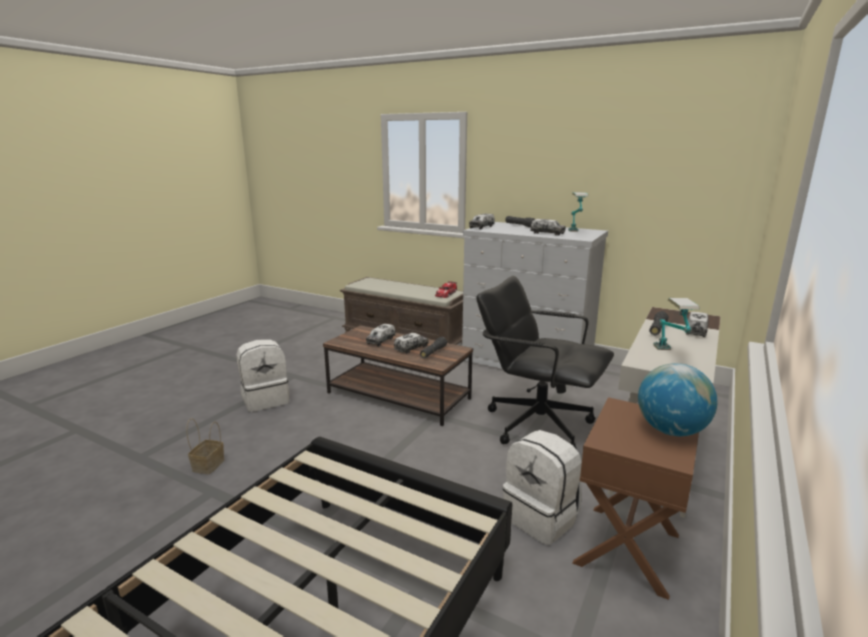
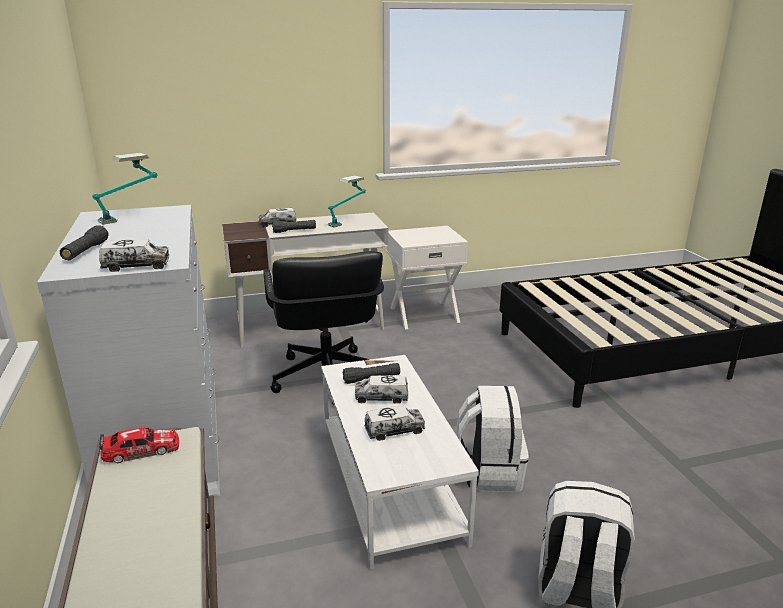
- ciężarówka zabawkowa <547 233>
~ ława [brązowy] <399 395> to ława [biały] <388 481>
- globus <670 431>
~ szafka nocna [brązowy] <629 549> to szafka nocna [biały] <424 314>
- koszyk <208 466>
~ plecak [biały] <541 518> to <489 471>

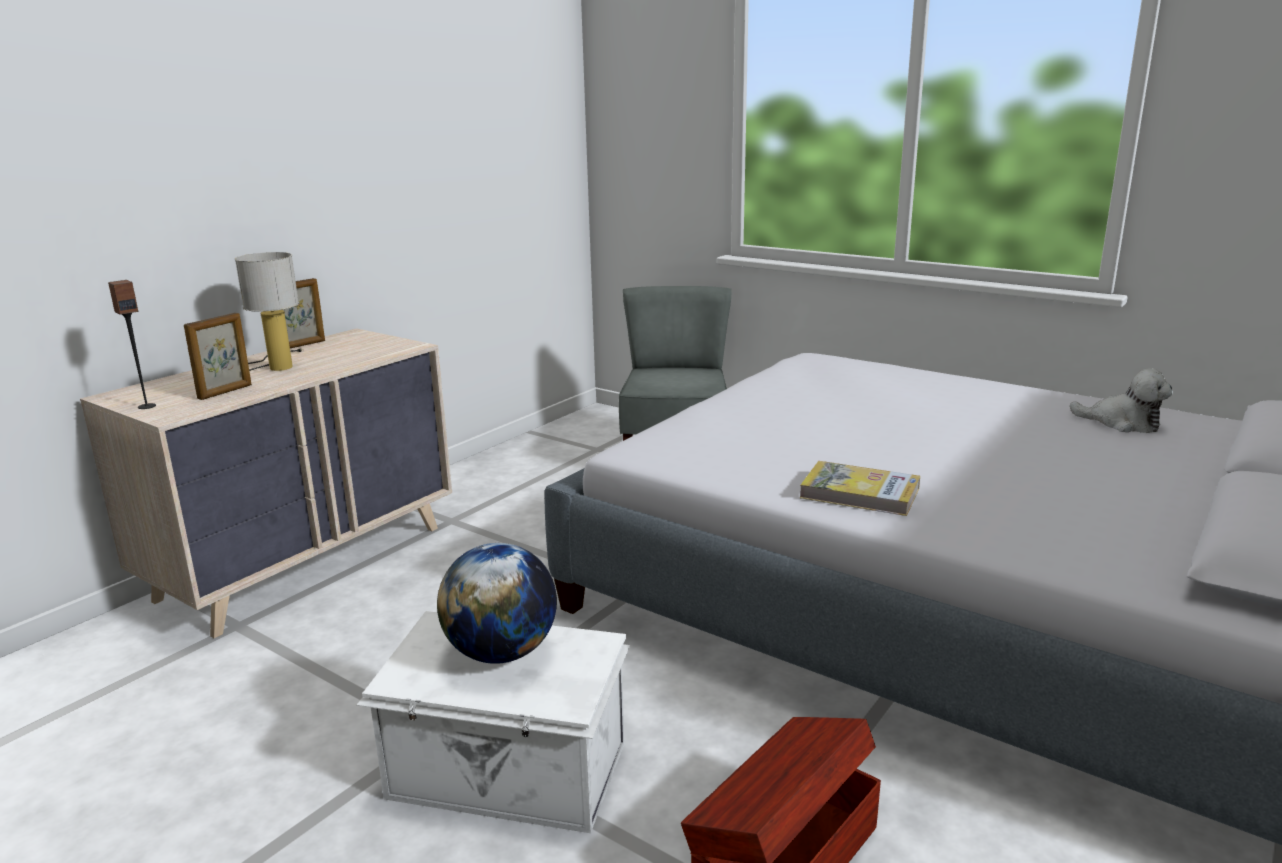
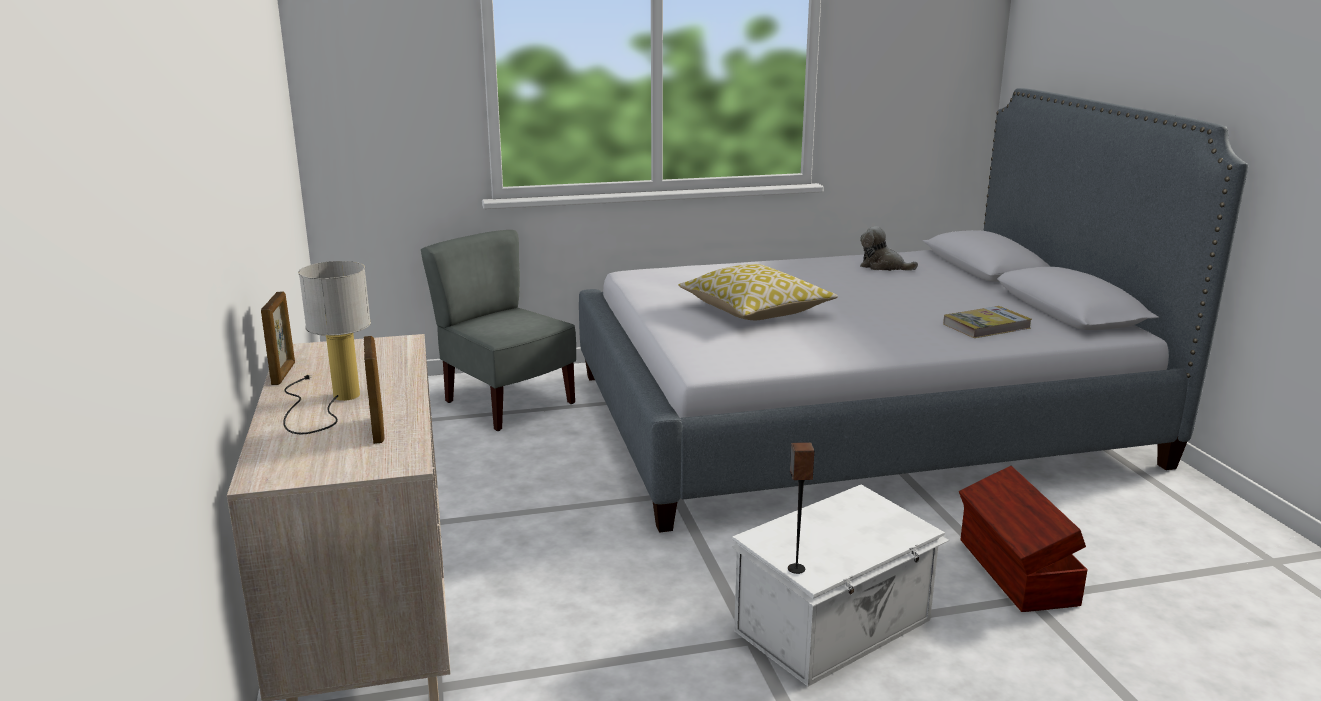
~ głośnik <146 406> to <796 568>
~ pluszak <1122 423> = <883 266> 135 degrees counterclockwise
~ książka <860 493> to <986 326>
- globus <501 653>
+ poduszka <756 311>

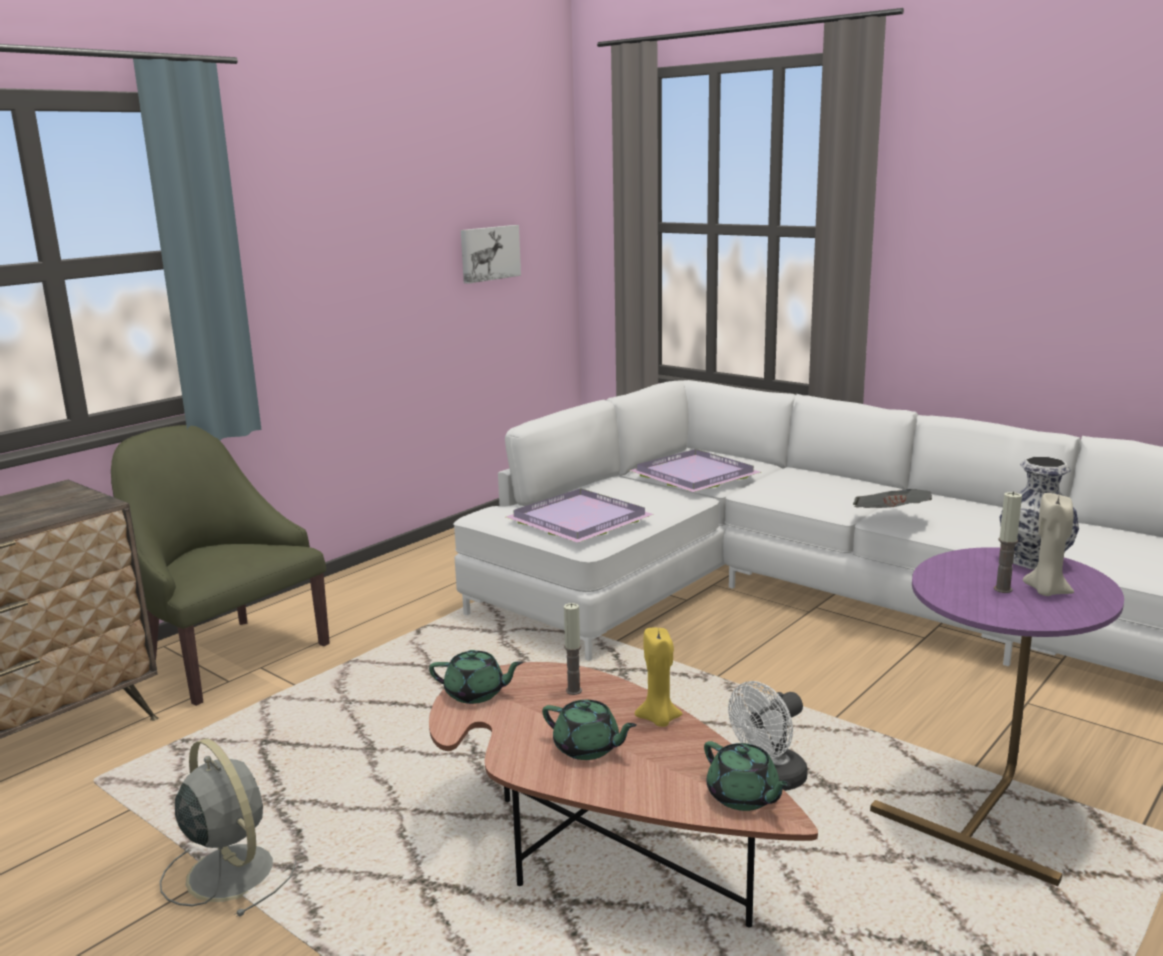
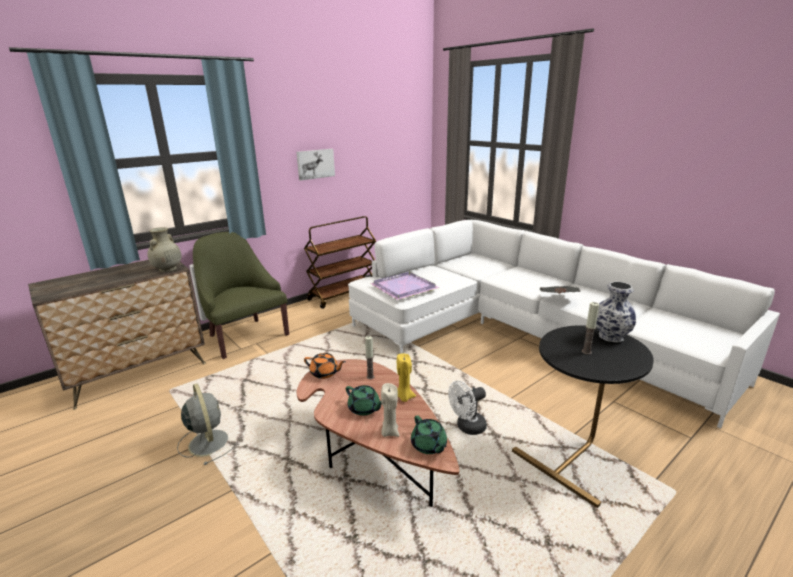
~ obraz <489 253> to <315 164>
- taca [fioletowy] <691 475>
~ świeca [beżowy] <1046 591> to <389 432>
~ stolik [fioletowy] <989 807> to stolik [czarny] <575 457>
~ imbryk [zielony] <476 694> to imbryk [pomarańczowy] <325 373>
+ wózek [brązowy] <343 295>
+ wazon [beżowy] <167 269>

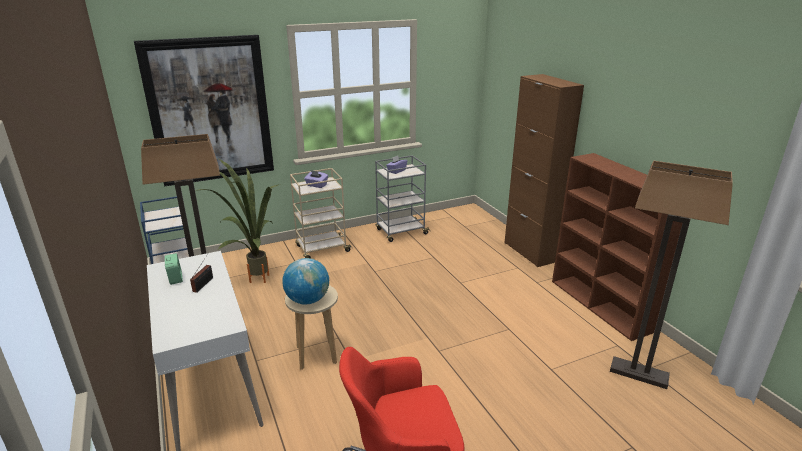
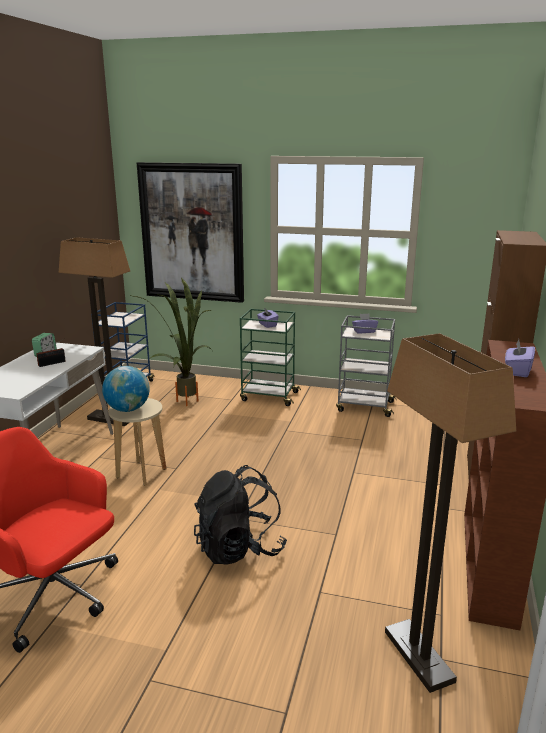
~ wózek [beżowy] <322 249> to wózek [zielony] <268 396>
+ pudełko chusteczek [fioletowy] <517 371>
+ plecak [czarny] <239 548>

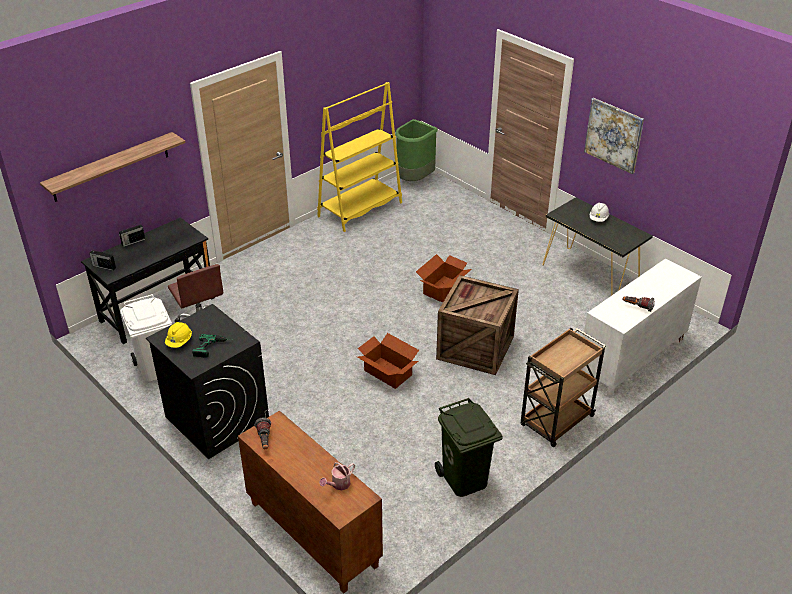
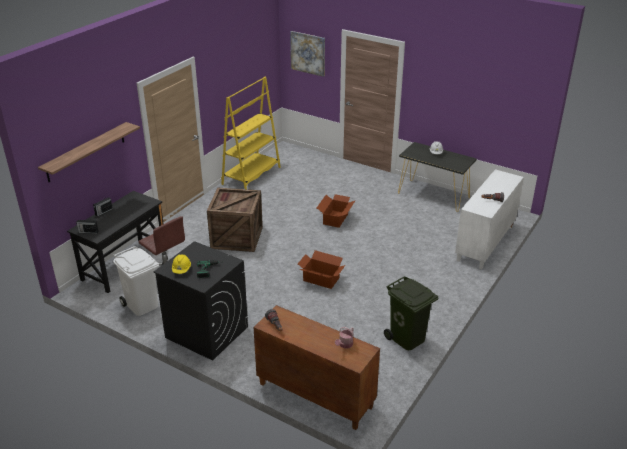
~ obraz <614 135> to <308 53>
- kosz na śmieci [zielony] <414 179>
~ skrzynka <474 347> to <236 237>
- wózek [brązowy] <556 422>

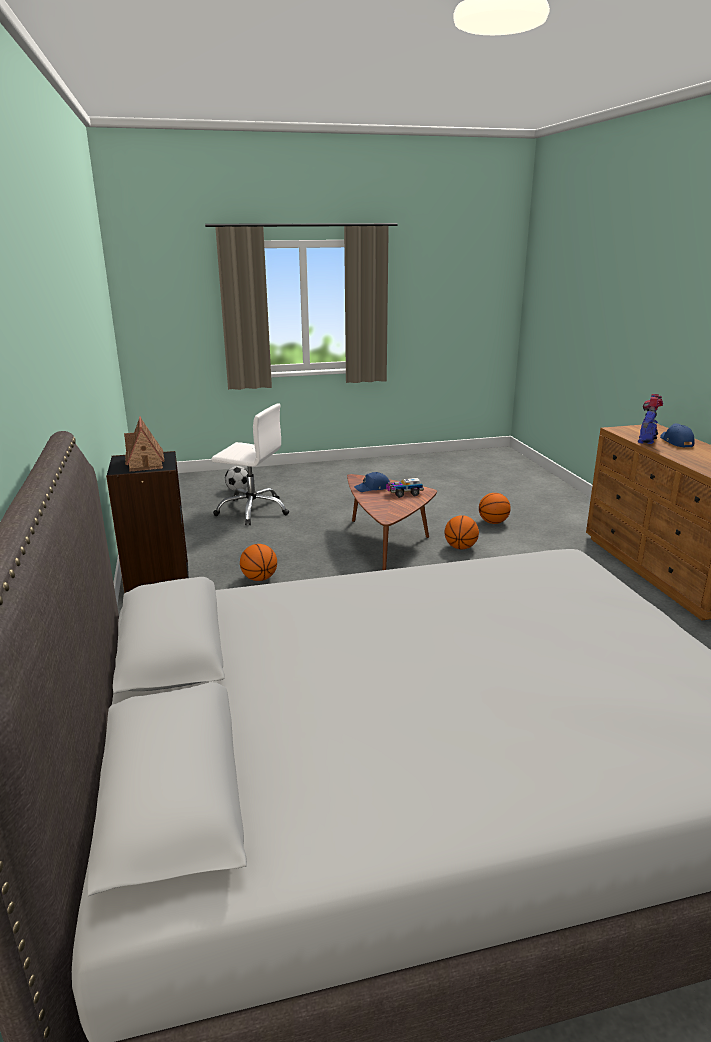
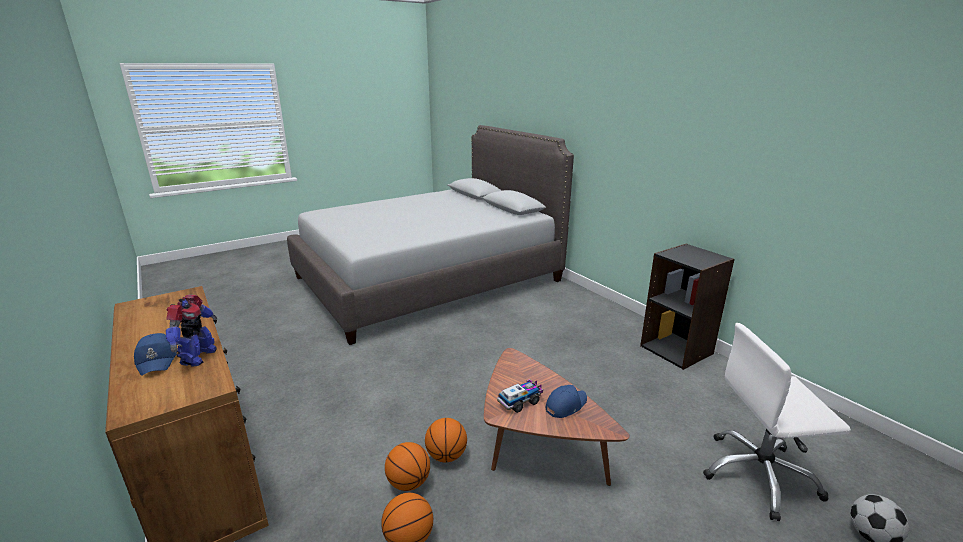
- domek <145 462>
~ piłka do koszykówki <259 578> to <408 483>

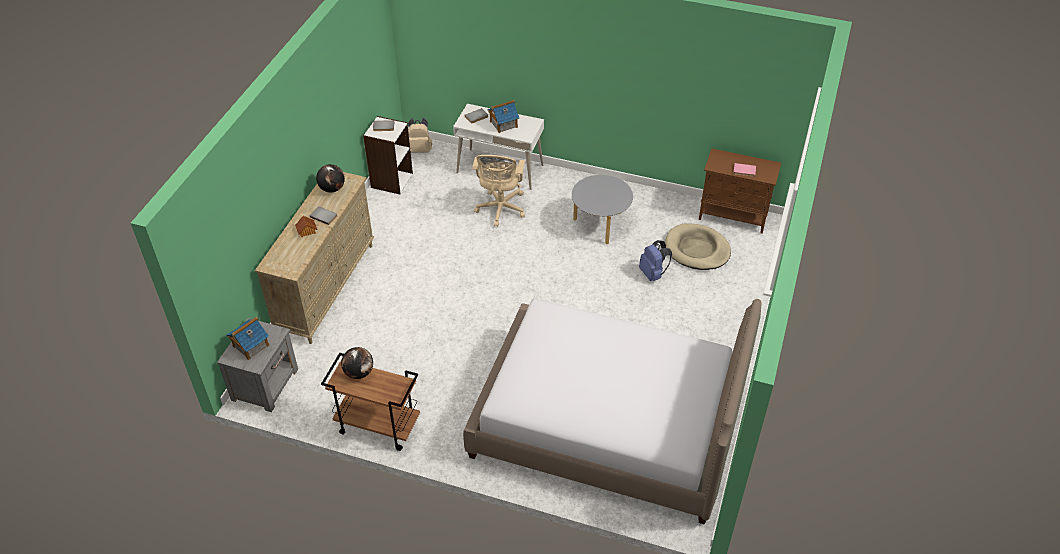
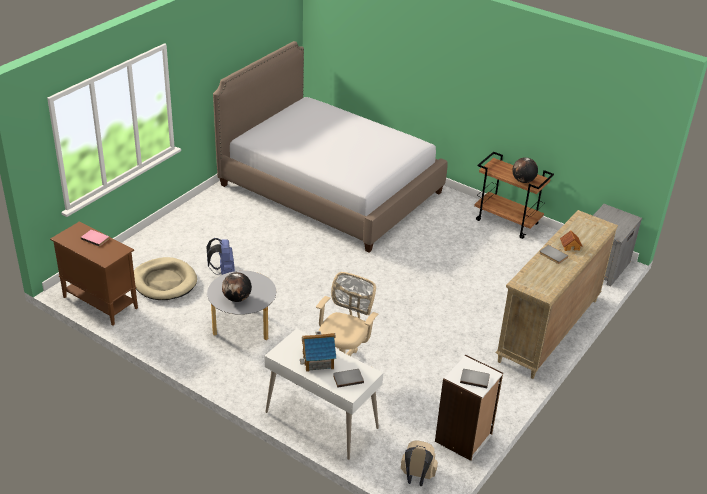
~ globus <332 189> to <237 298>
- domek <250 345>

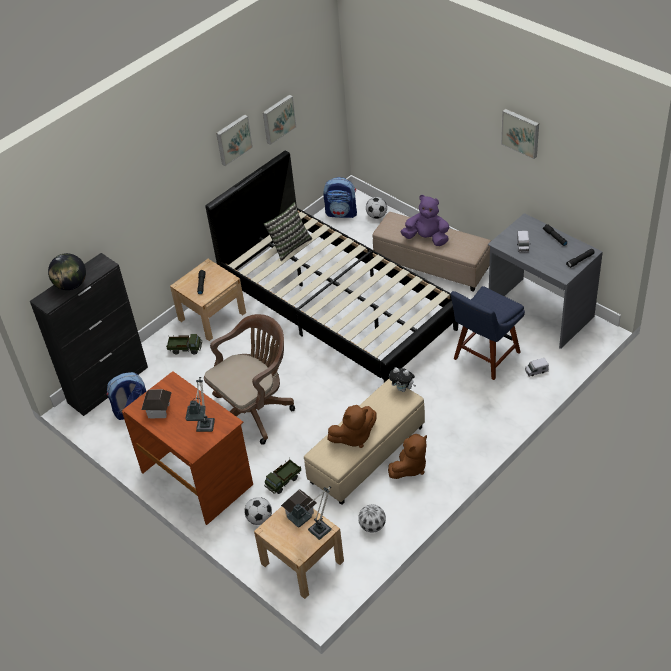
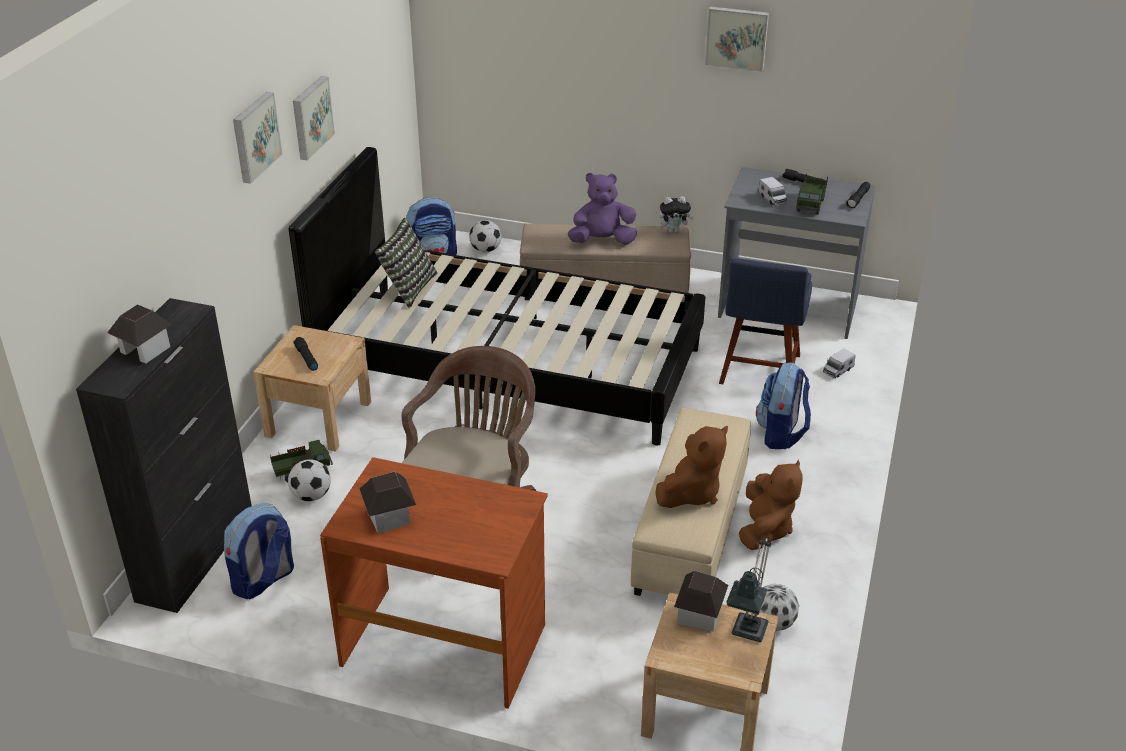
~ obraz <278 119> to <254 136>
~ globus <71 285> to domek <144 350>
~ pluszak <403 389> to <674 230>
- lampa stołowa <205 429>
~ ciężarówka zabawkowa <284 481> to <811 205>
~ piłka futbolowa <259 519> to <311 496>
+ plecak <781 434>

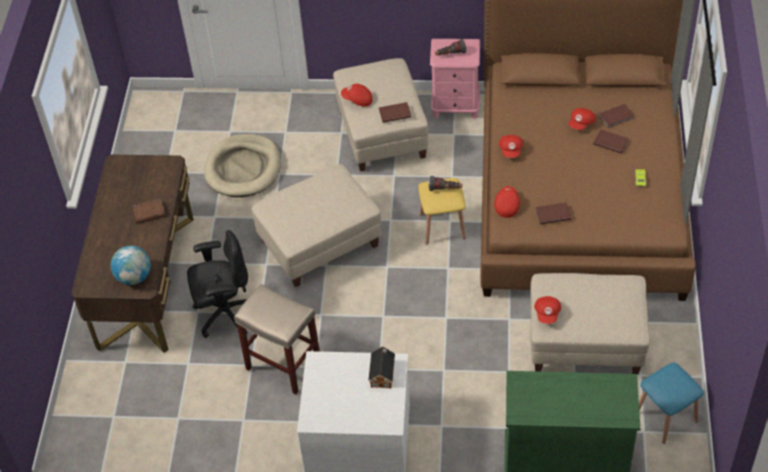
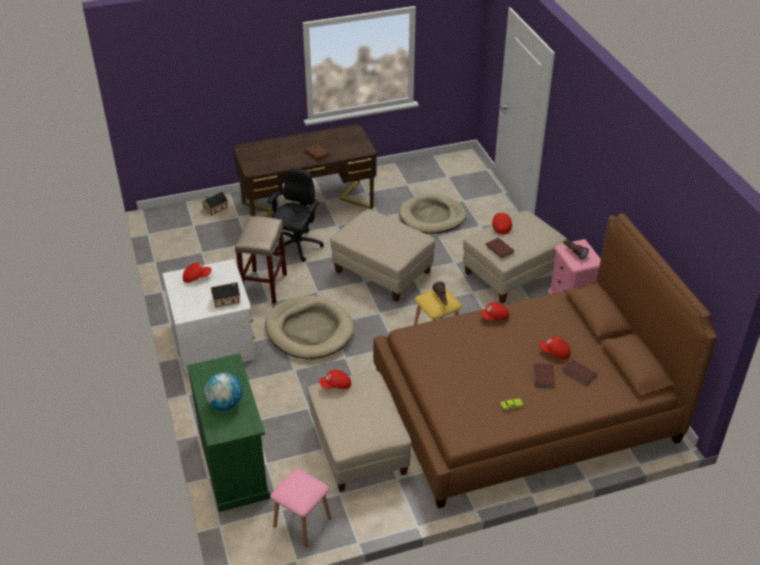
~ czapka z daszkiem [czerwony] <506 205> to <196 277>
- książka [brązowy] <552 214>
~ krzesło biurowe [czarny] <225 314> = <297 247> 120 degrees counterclockwise
~ globus <134 277> to <225 404>
~ stołek [niebieski] <666 416> to stołek [różowy] <302 522>
+ domek <214 209>
+ legowisko [beżowy] <309 330>

